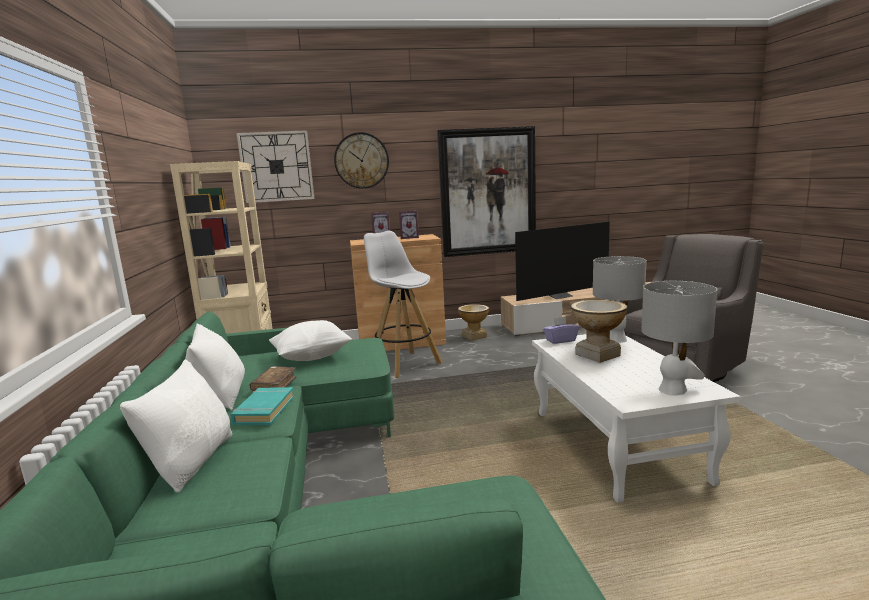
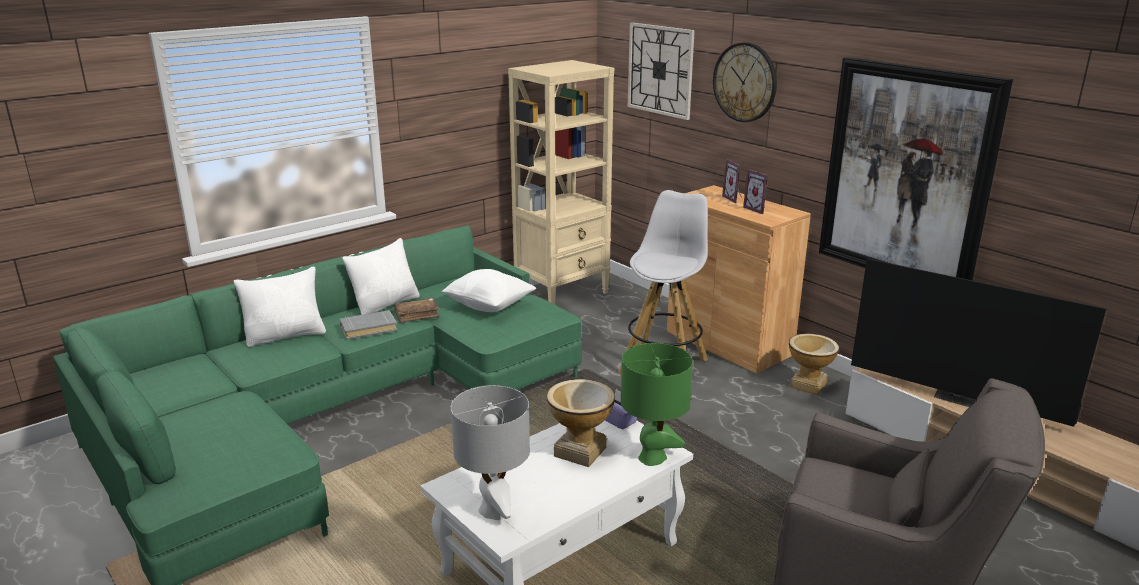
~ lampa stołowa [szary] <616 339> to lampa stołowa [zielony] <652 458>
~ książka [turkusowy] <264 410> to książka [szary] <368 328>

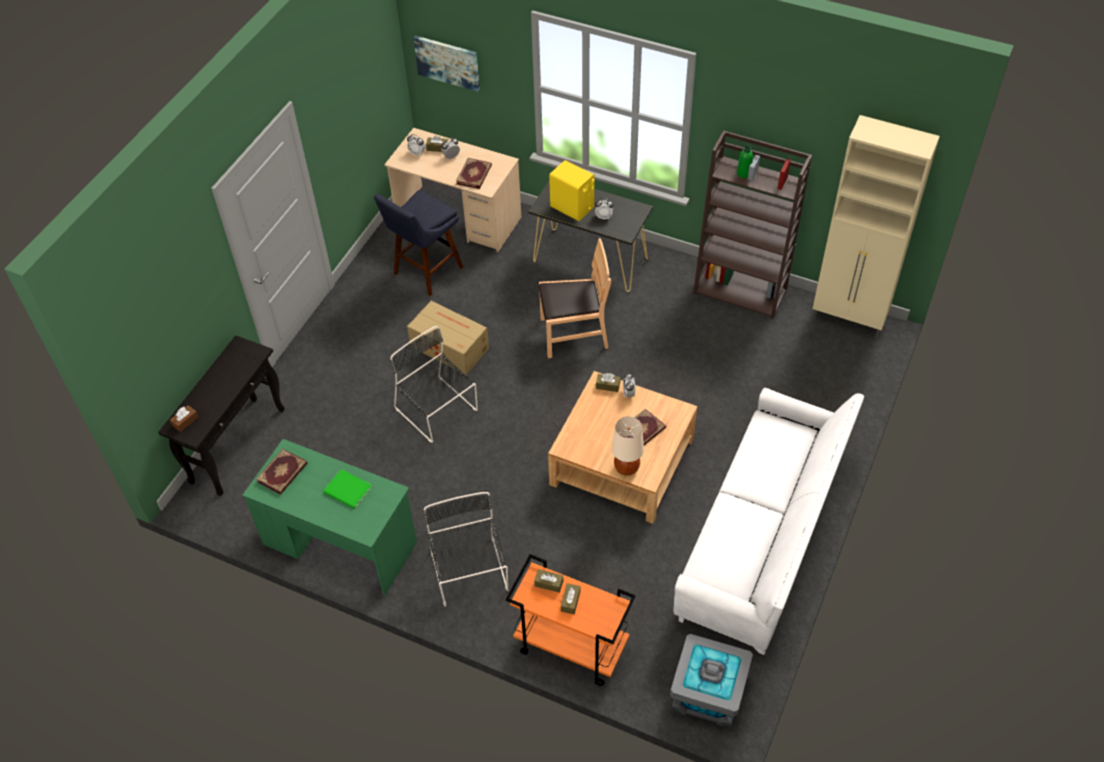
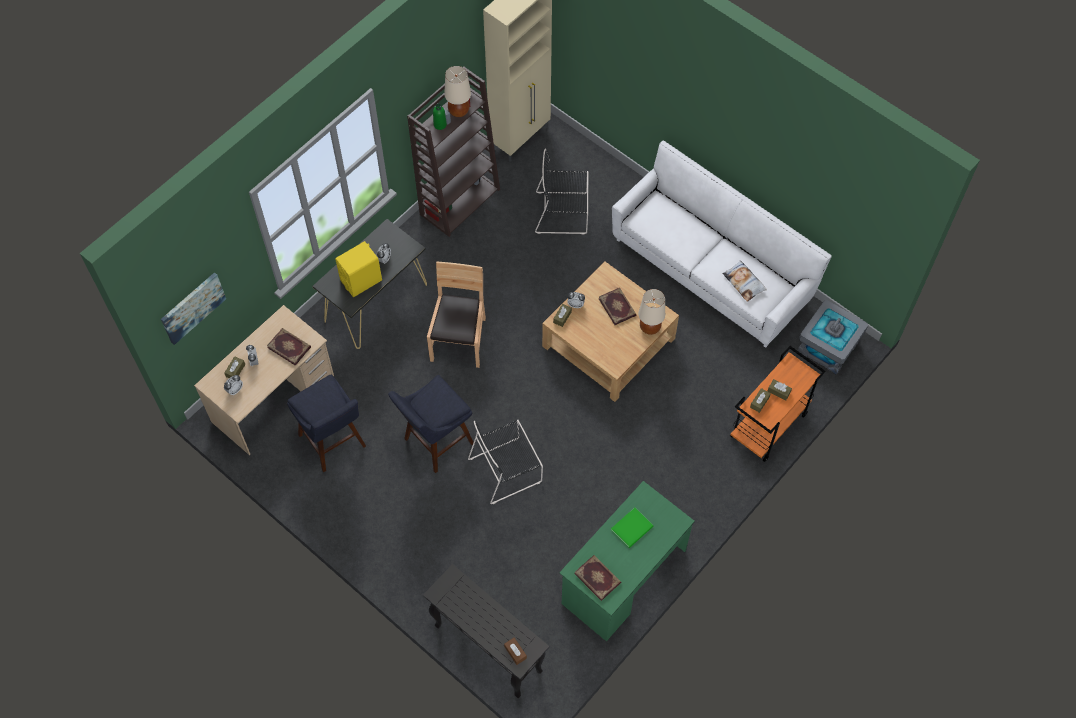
~ karton <449 346> to stołek [niebieski] <435 444>
~ krzesło [czarny] <469 573> to <563 213>
+ lampa stołowa [beżowy] <458 111>
+ poduszka <744 283>

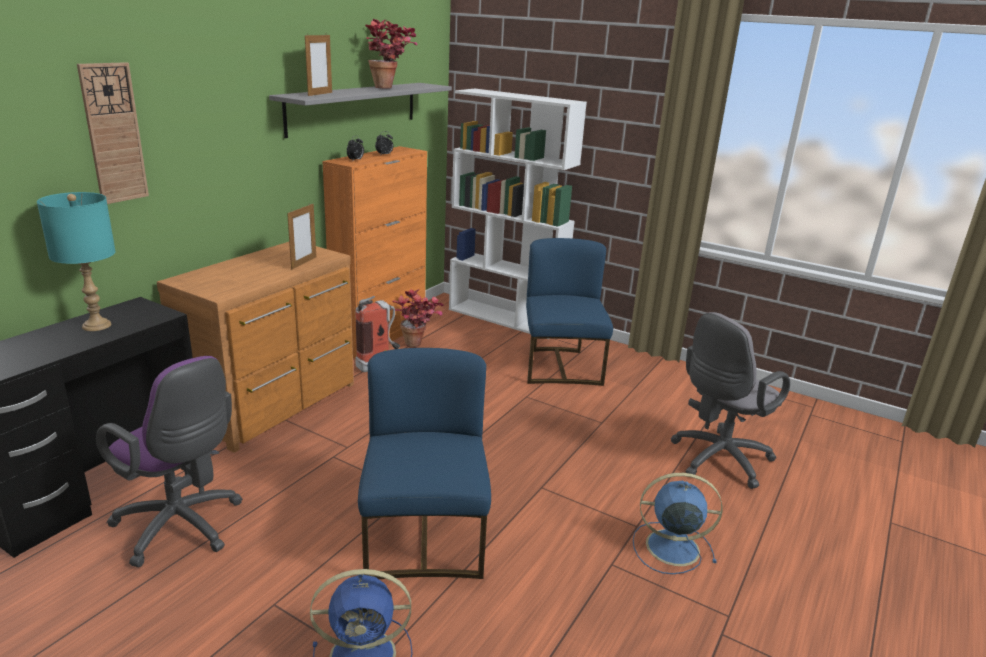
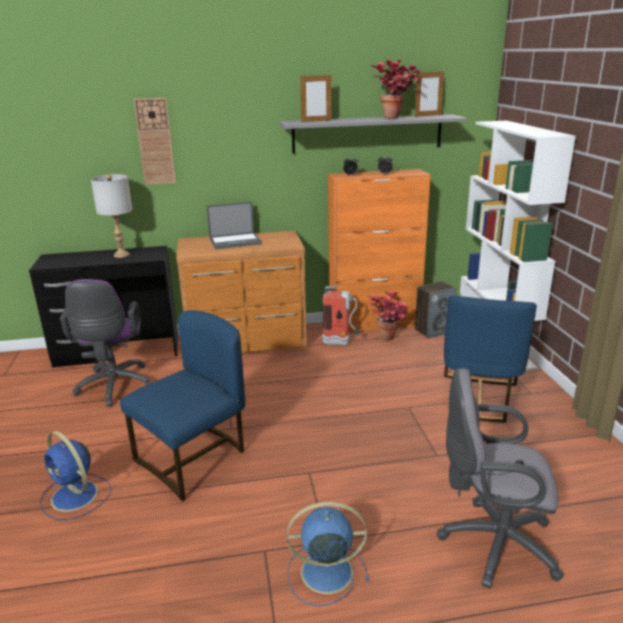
~ lampa stołowa [turkusowy] <96 325> to lampa stołowa [szary] <121 255>
~ ramka na zdjęcie <304 263> to <428 115>
~ krzesło [niebieski] <561 366> = <478 398> 150 degrees clockwise
~ wentylator [niebieski] <670 547> = <324 572> 60 degrees counterclockwise
+ laptop <235 241>
+ głośnik <433 331>

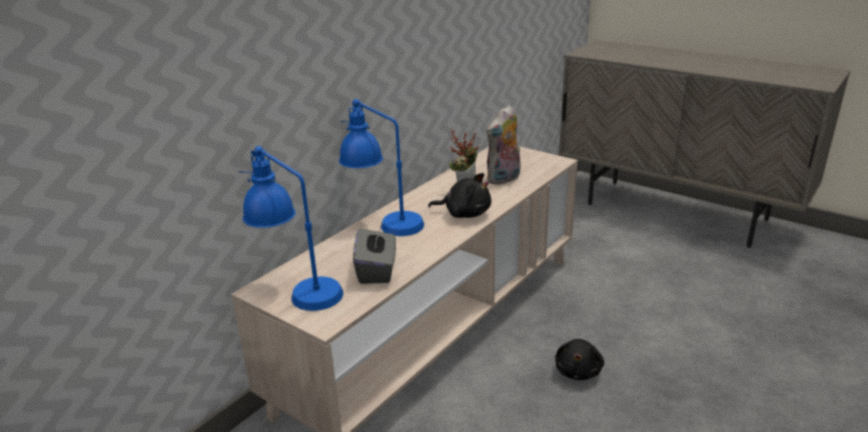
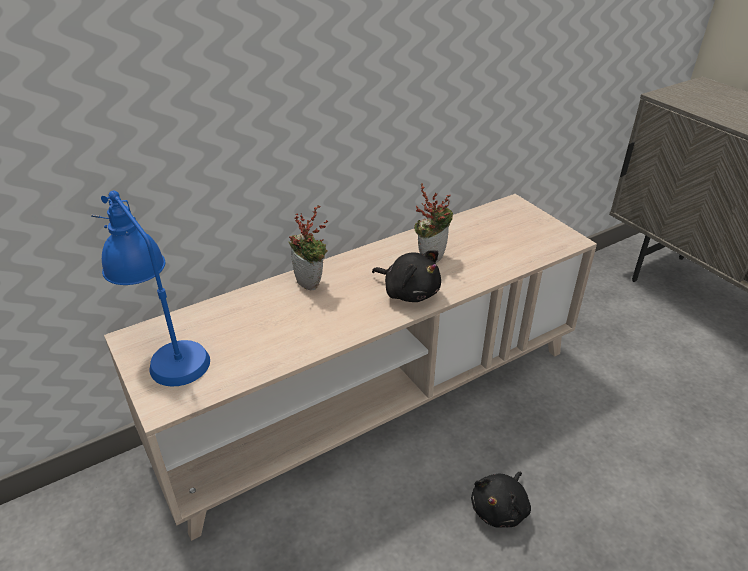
~ lampa stołowa [niebieski] <383 224> to roślina doniczkowa <311 283>
- pluszak <504 179>
- pudełko chusteczek [szary] <377 271>

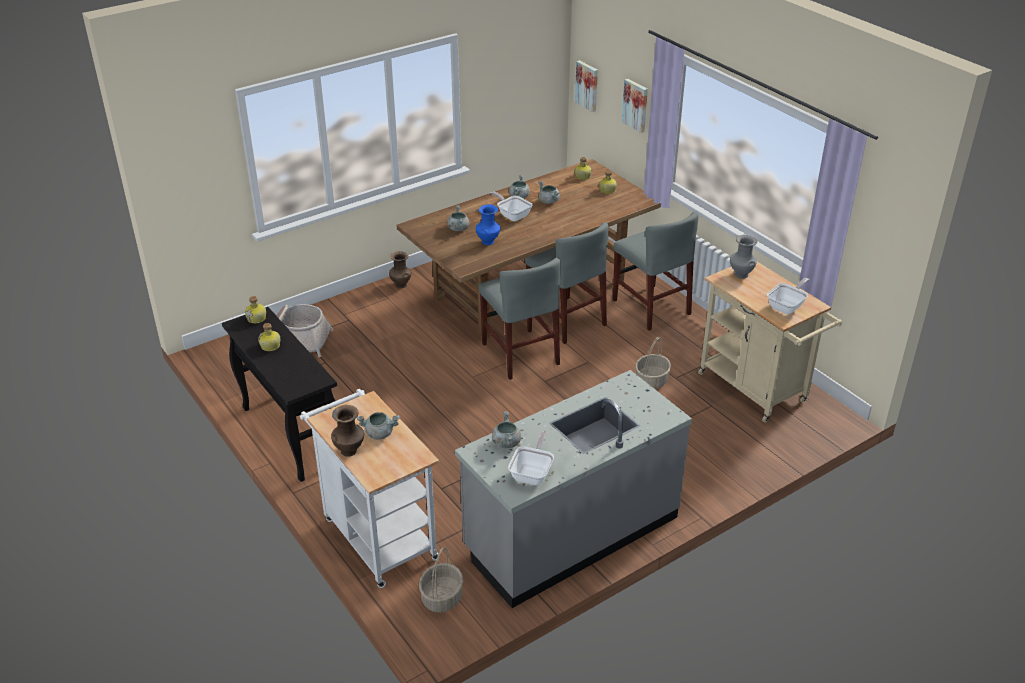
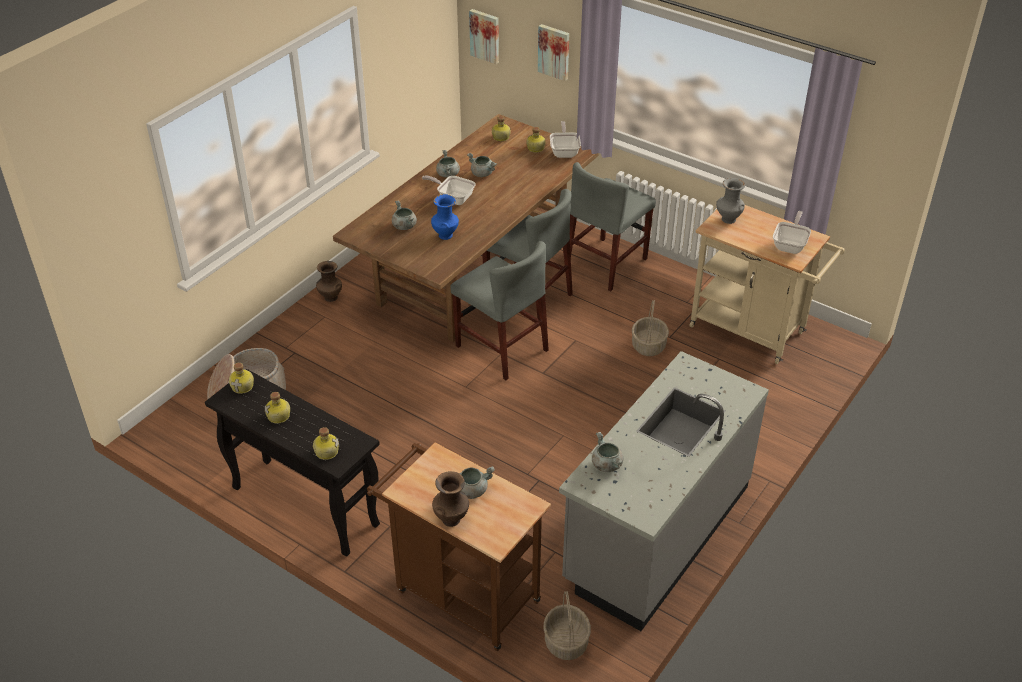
~ krzesło [szary] <651 307> = <606 264> 90 degrees clockwise
~ wózek [biały] <376 534> to wózek [brązowy] <460 593>
~ patelnia <533 473> to <564 151>
+ butelka <326 451>

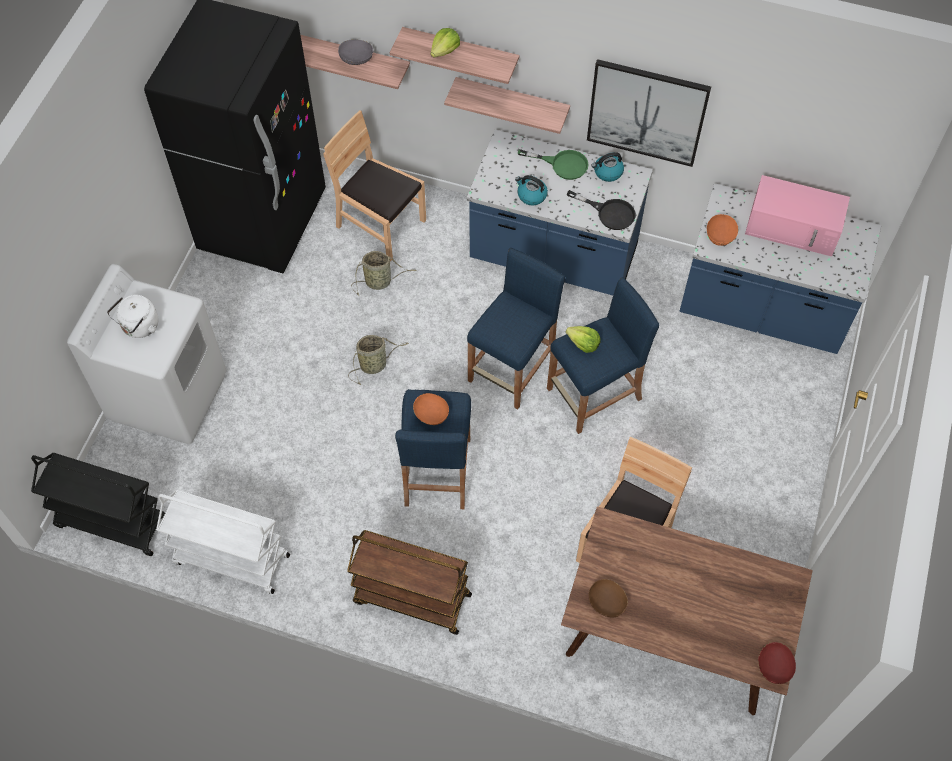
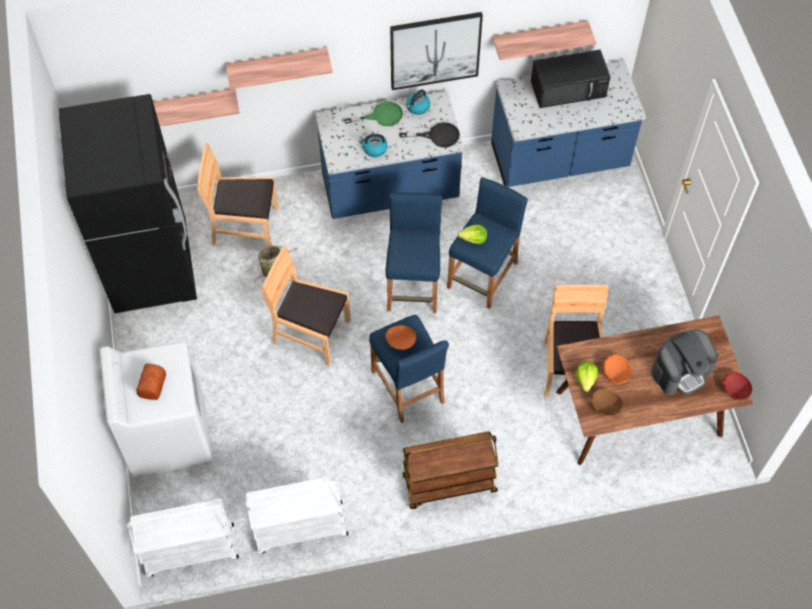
~ sałata <445 51> to <585 379>
- miska [szary] <356 59>
~ półka <512 102> to <539 37>
~ mikrofalówka [różowy] <794 227> to mikrofalówka [czarny] <569 88>
~ miska [pomarańczowy] <720 237> to <615 374>
~ czajnik [biały] <139 327> to chleb <151 385>
~ koszyk <375 364> to krzesło [brązowy] <311 333>
~ wózek [czarny] <112 522> to wózek [biały] <189 551>
+ ekspres do kawy <681 371>

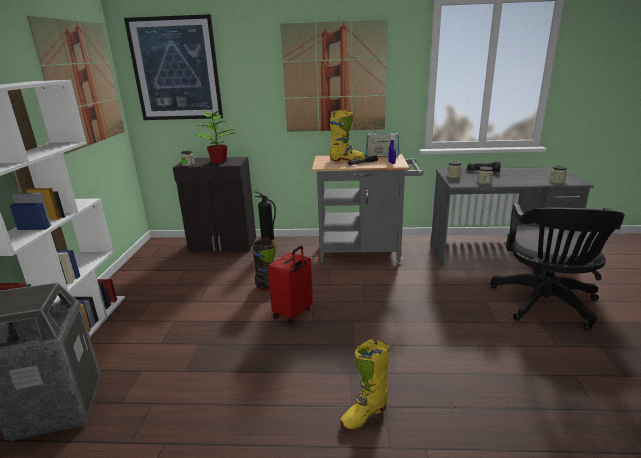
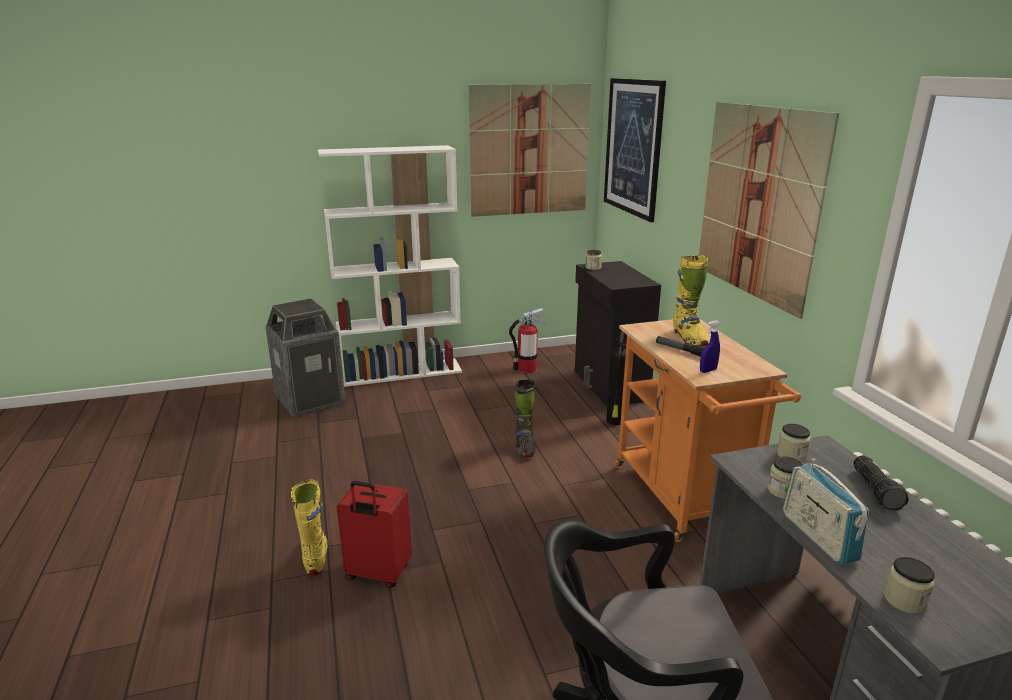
- roślina doniczkowa <219 161>
~ radio <382 156> to <818 537>
~ wózek [szary] <365 252> to wózek [pomarańczowy] <685 501>
~ walizka [czerwony] <293 313> to <377 574>
~ but z cholewką [żółty] <364 414> = <316 557> 45 degrees clockwise
+ gaśnica <527 369>

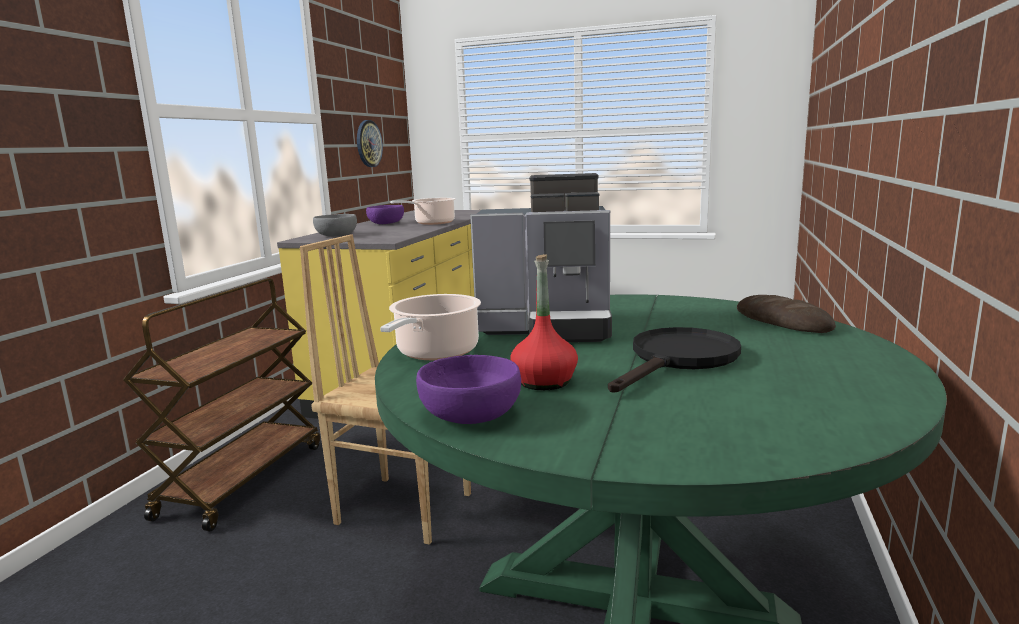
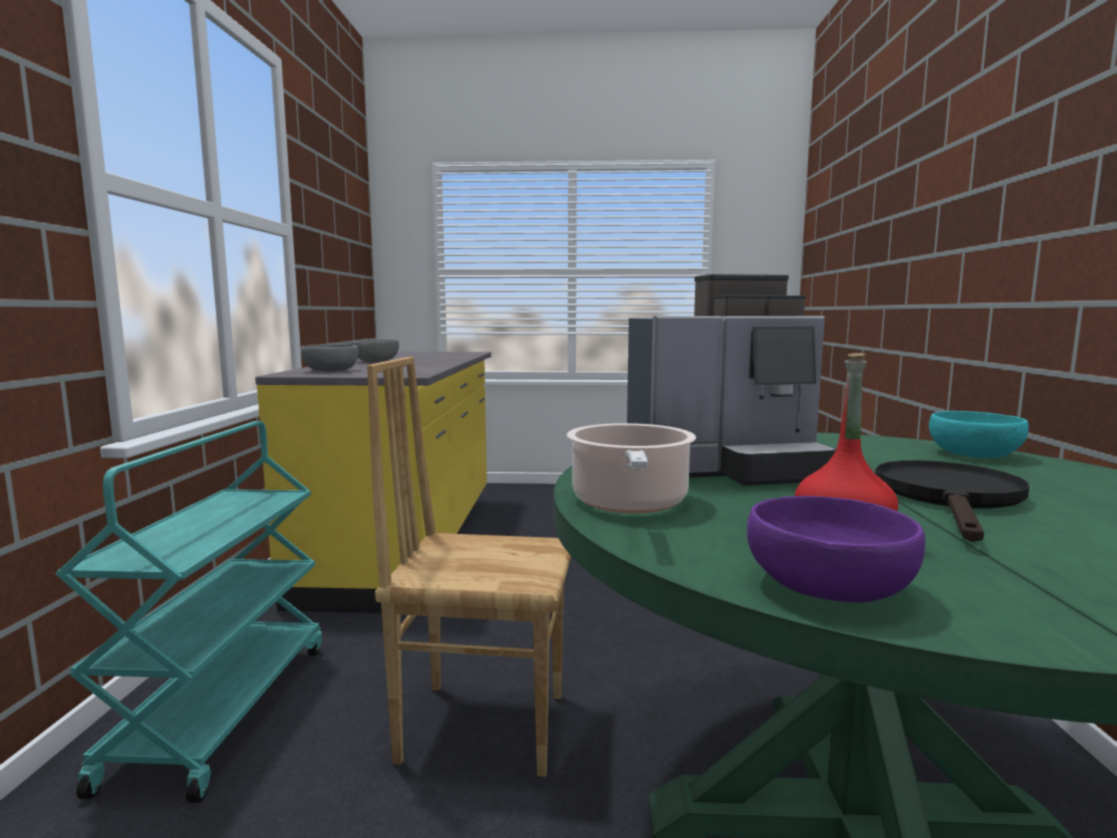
- zegar ścienny <368 143>
- garnek <432 223>
~ miska [fioletowy] <386 223> to miska [szary] <377 361>
~ wózek [brązowy] <242 479> to wózek [turkusowy] <222 710>
~ chleb <782 321> to miska [turkusowy] <973 454>

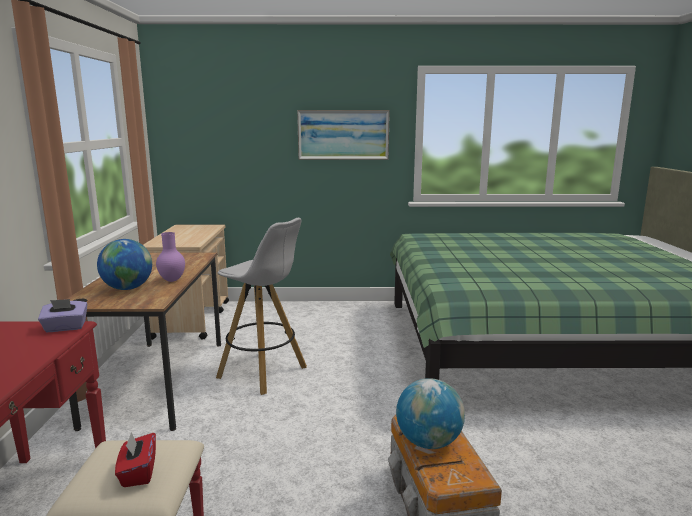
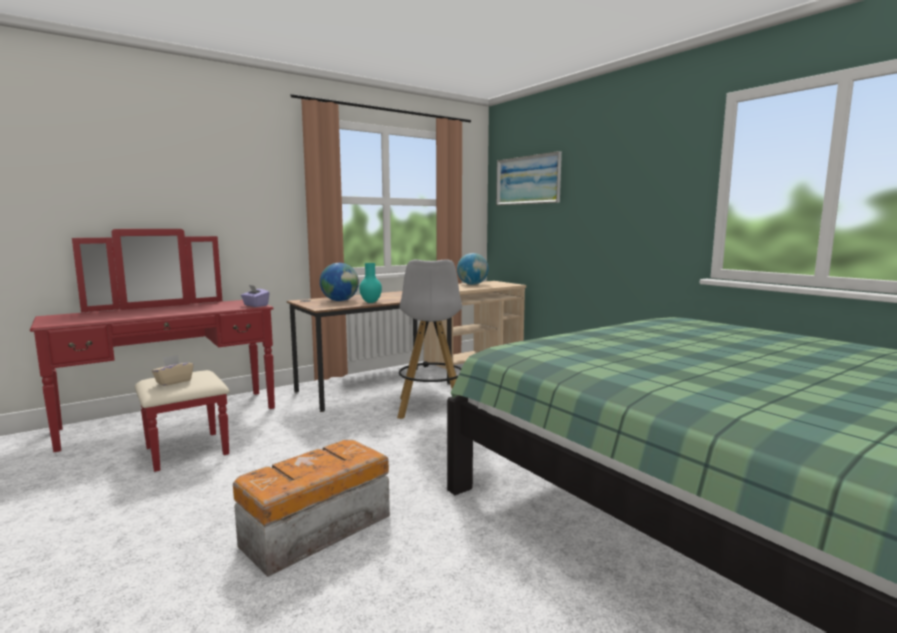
~ obraz <343 135> to <528 180>
~ wazon [fioletowy] <171 280> to wazon [turkusowy] <371 302>
~ globus <428 442> to <472 284>
~ pudełko chusteczek [czerwony] <138 473> to pudełko chusteczek [beżowy] <173 381>

